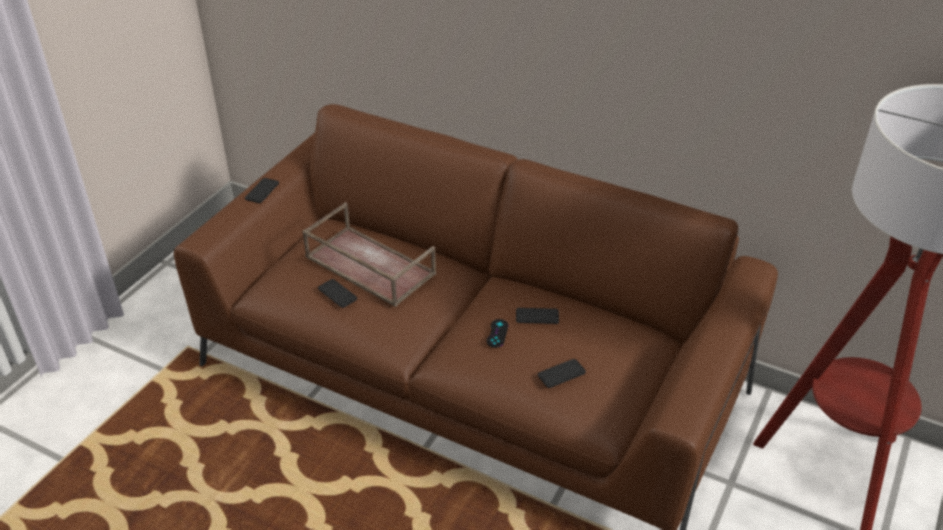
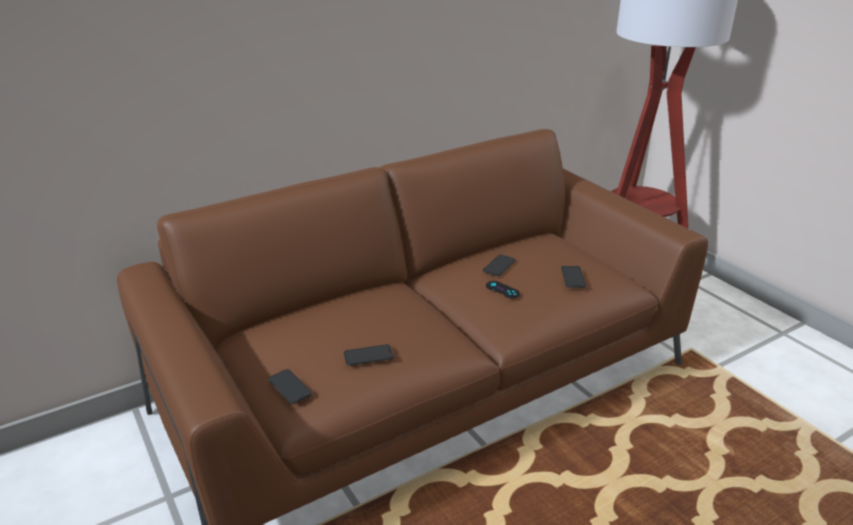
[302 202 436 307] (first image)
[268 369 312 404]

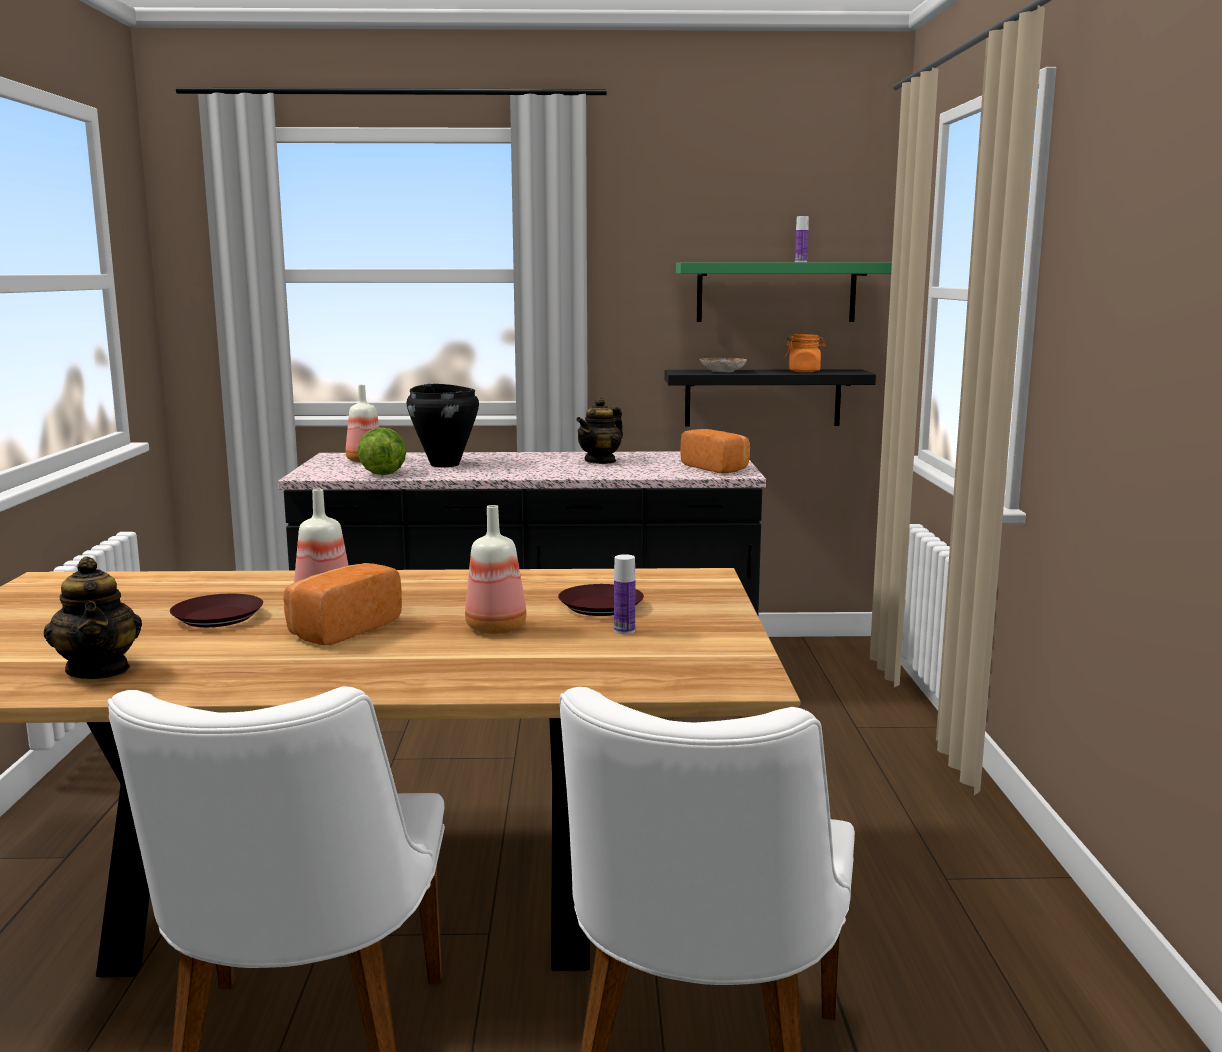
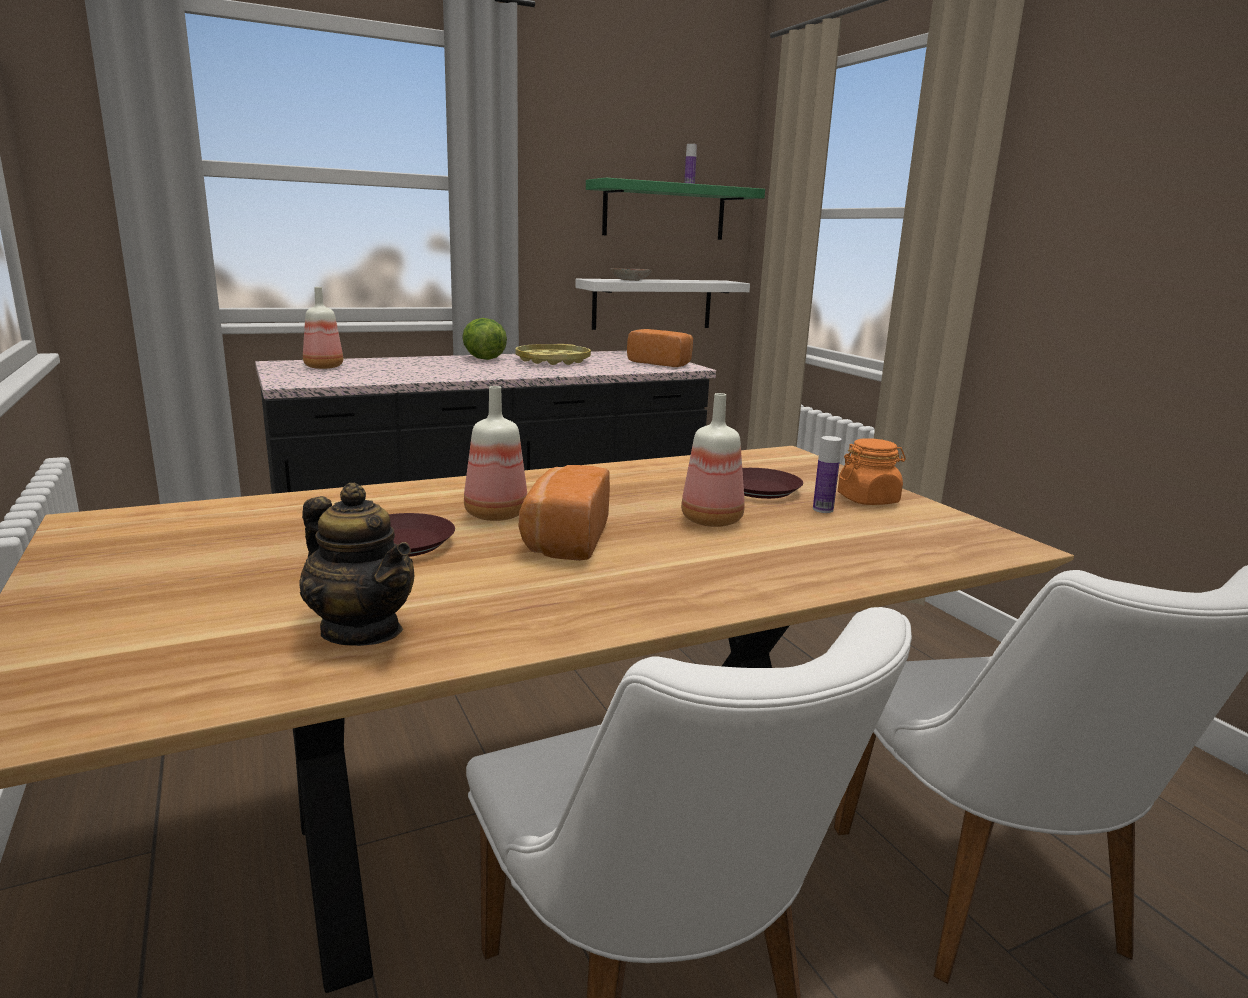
[407 384 479 467] (first image)
[462 318 507 360]
[838 438 906 505]
[516 344 591 365]
[576 279 750 330]

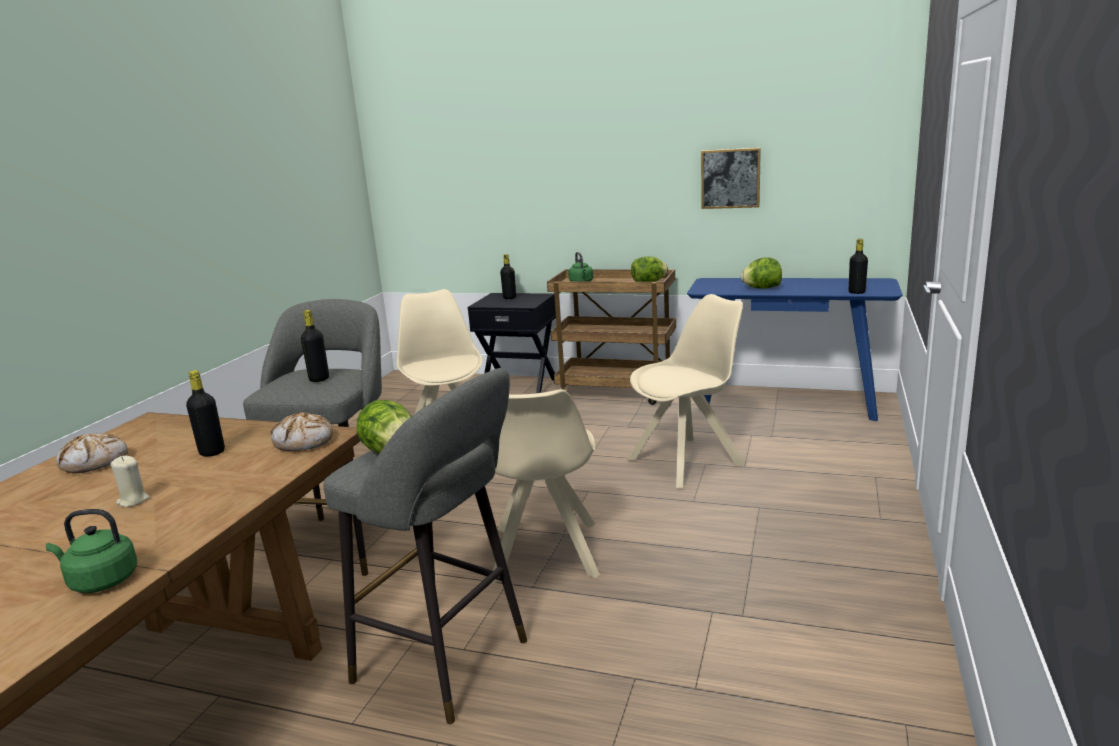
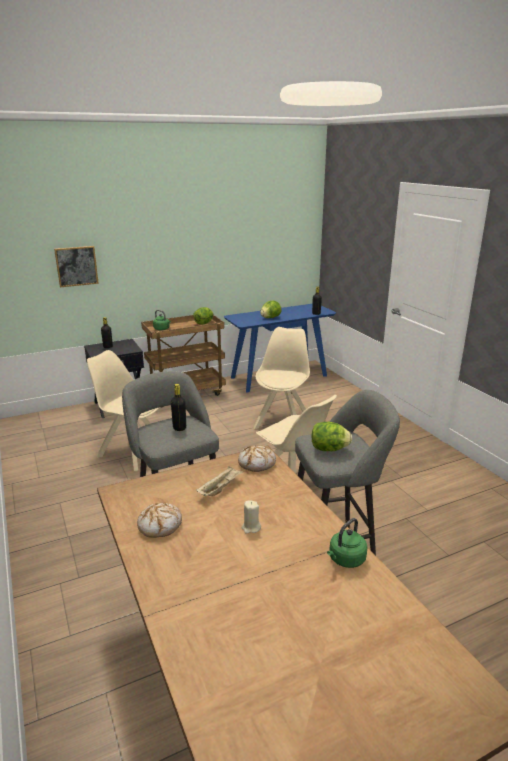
[54 246 99 287]
[196 466 243 496]

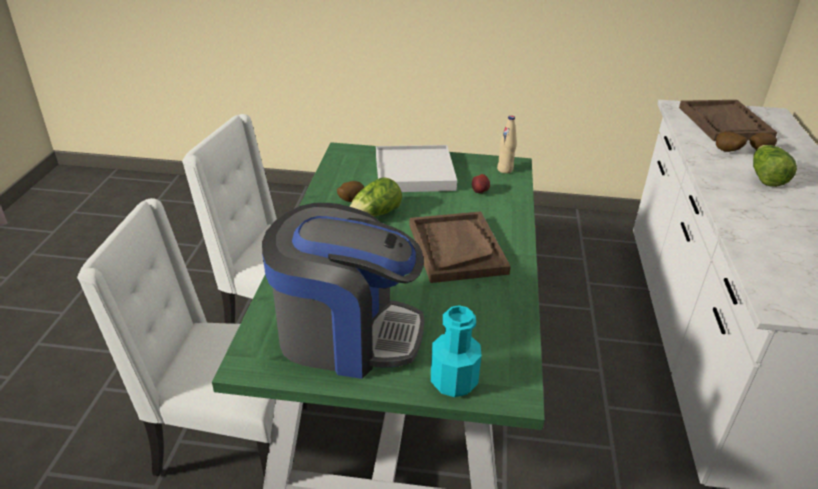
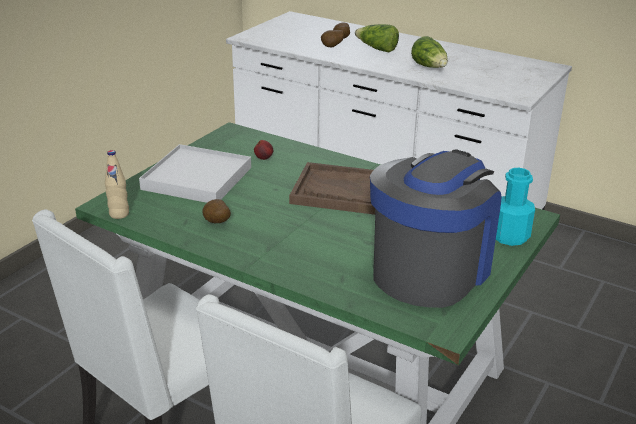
[679 100 777 141] (first image)
[411 36 448 68]
[105 150 129 219]

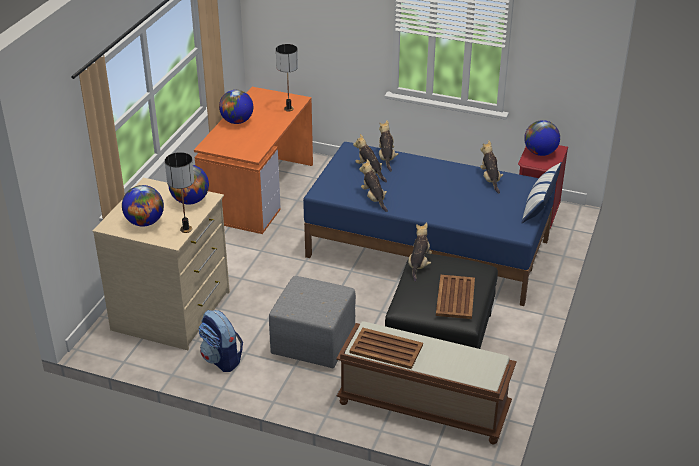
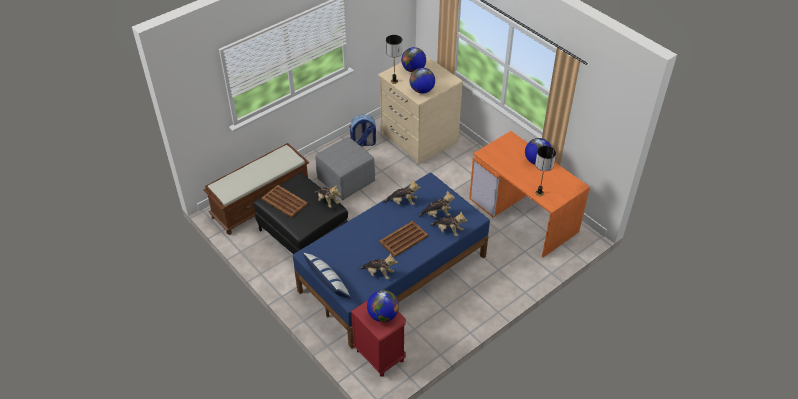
[379 221 428 257]

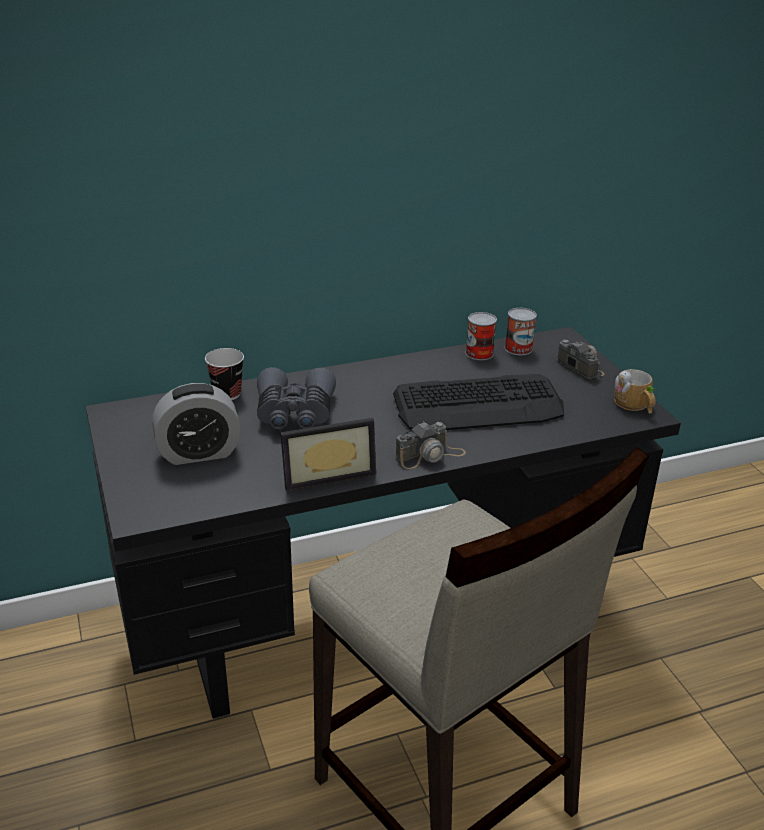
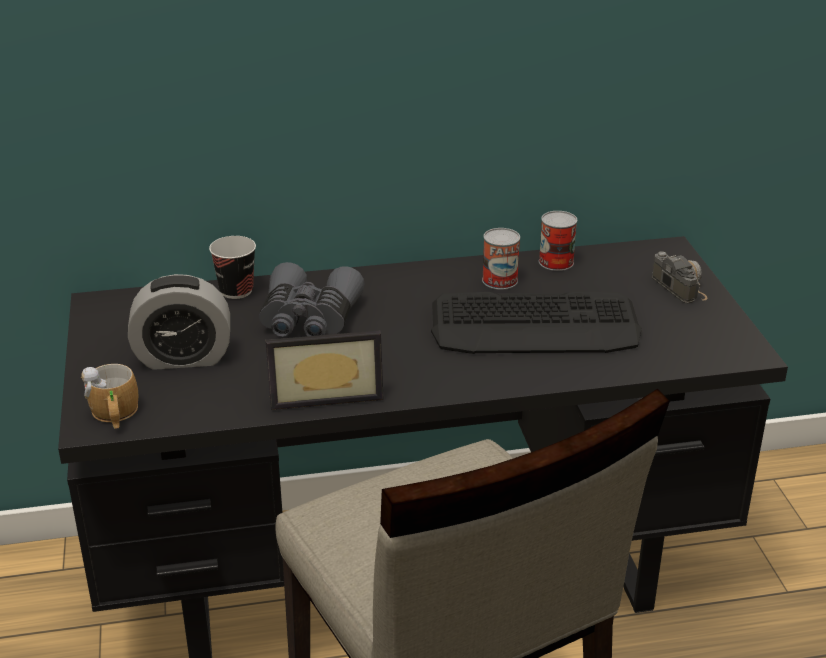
[395 422 466 469] (first image)
[482 228 520 290]
[81 364 138 429]

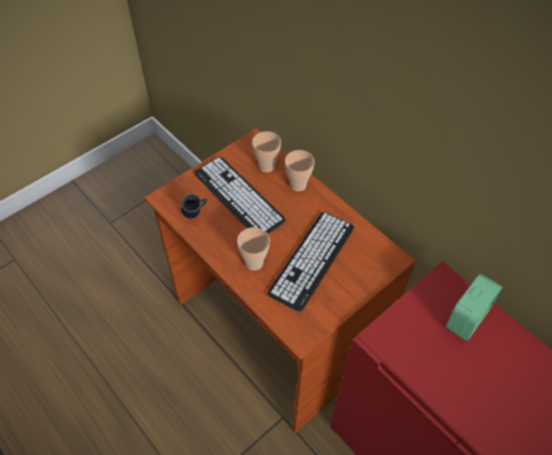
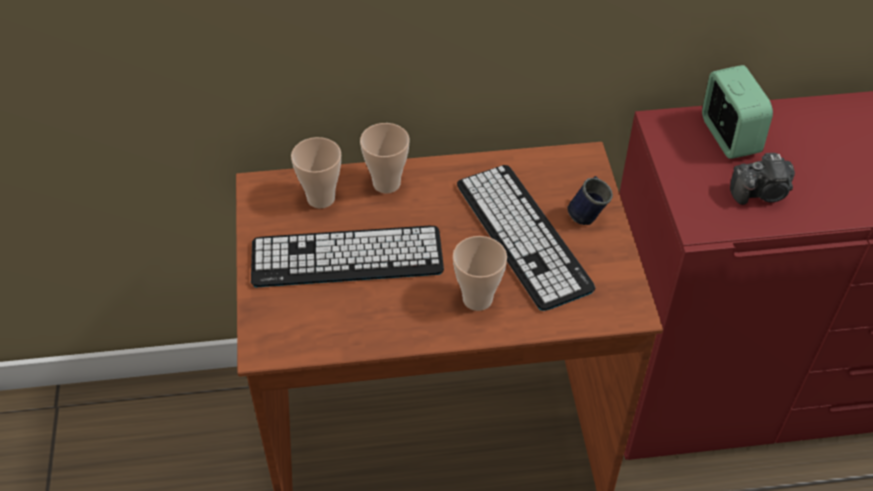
[730 153 795 205]
[567 176 613 225]

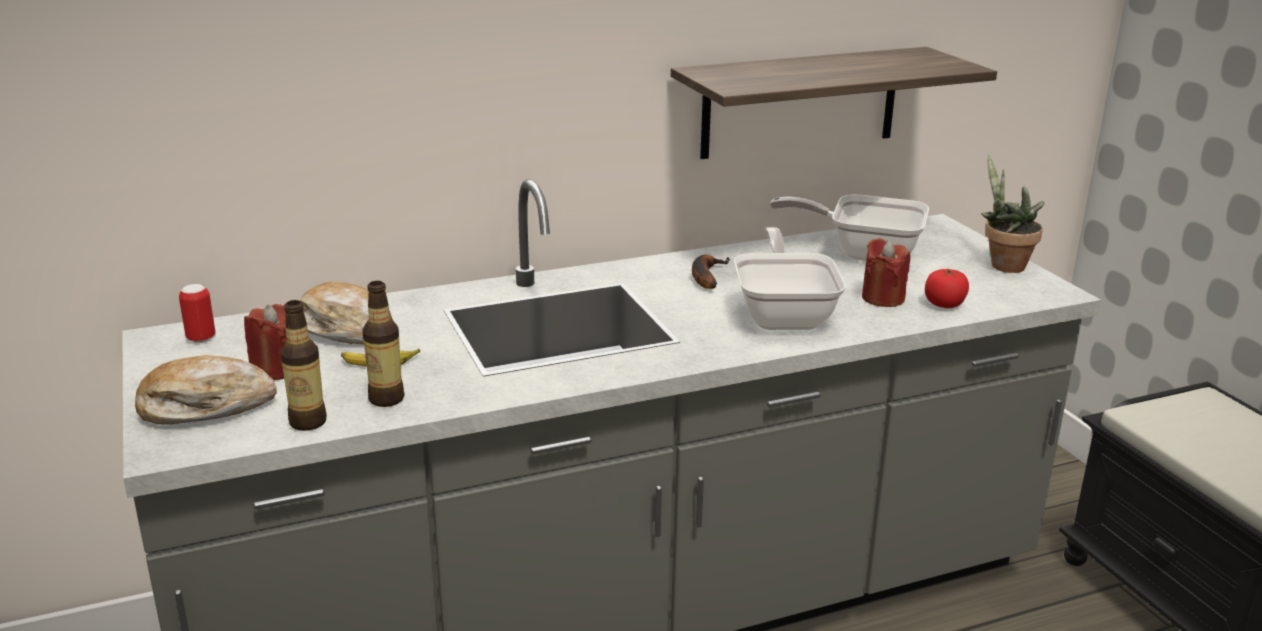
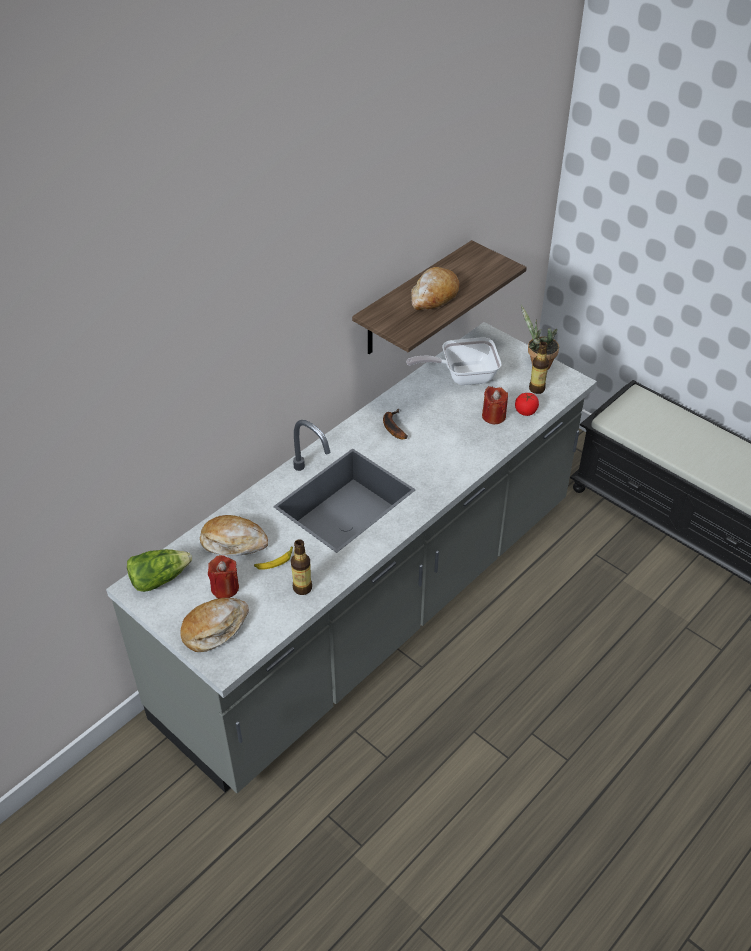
[734 227 846 330] (first image)
[411 267 460 310]
[529 342 549 394]
[127 549 192 592]

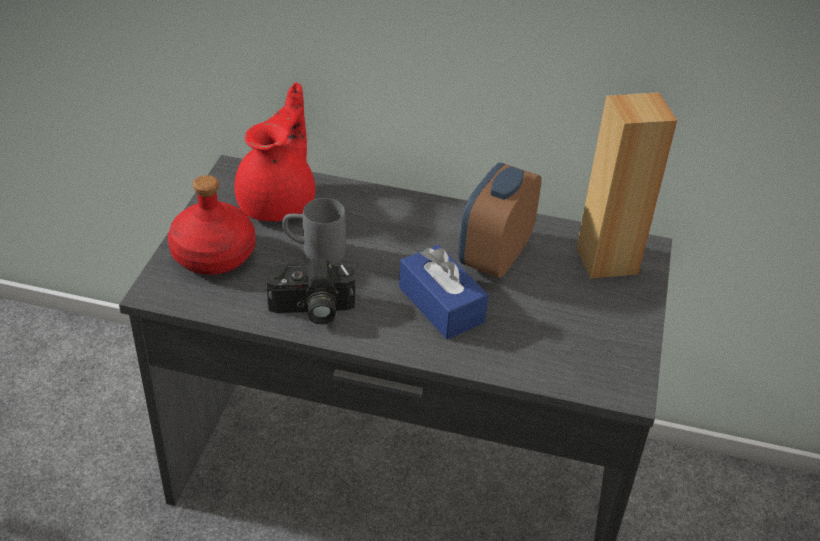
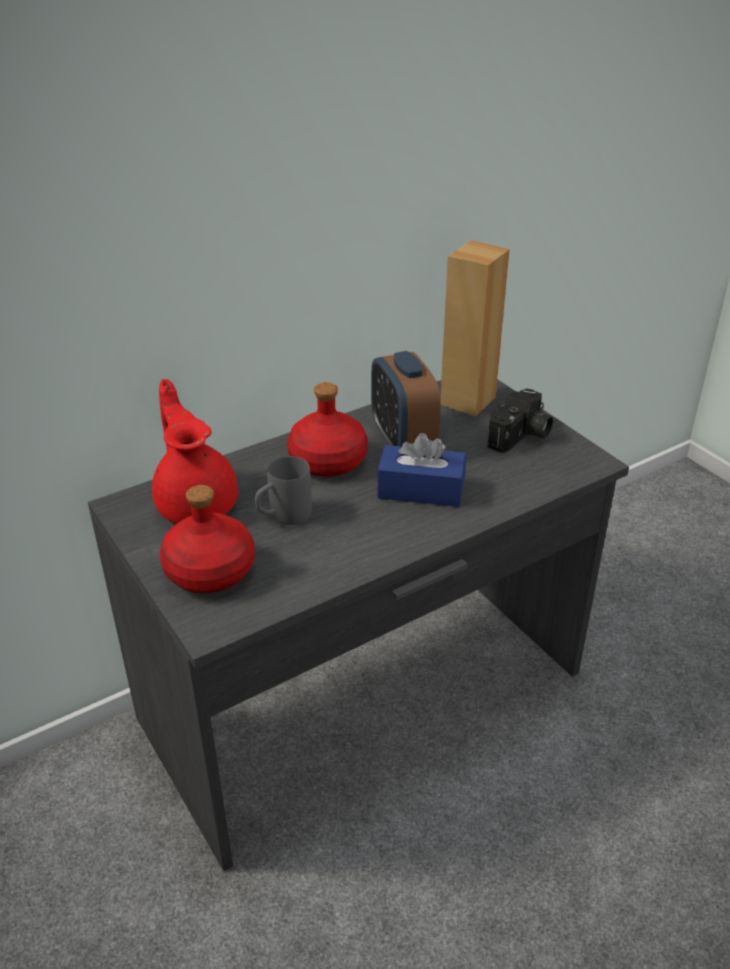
[287 382 368 477]
[488 389 553 453]

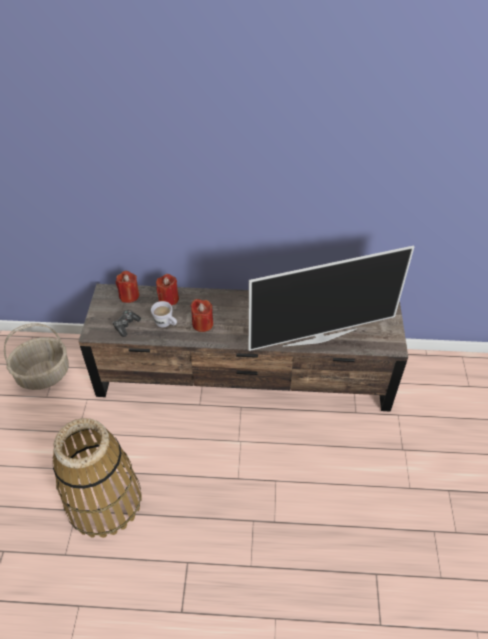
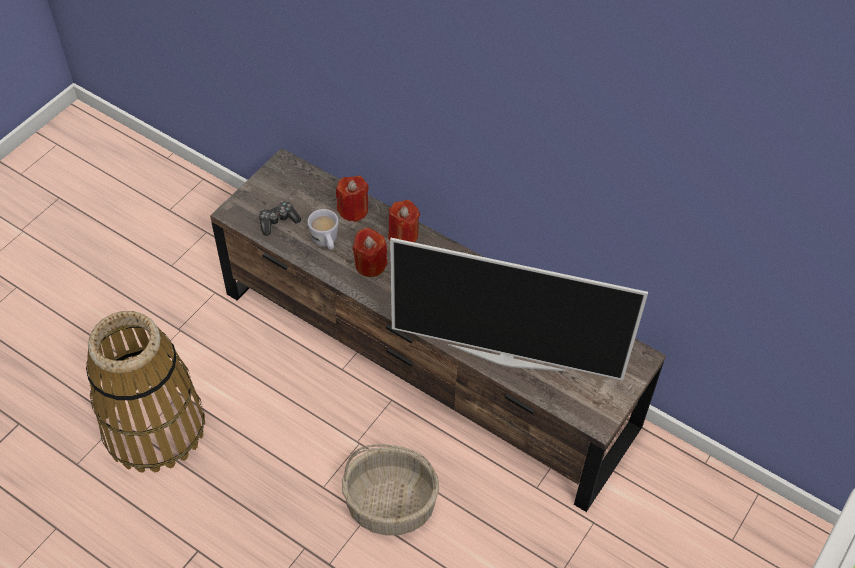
[342 444 439 536]
[388 200 420 242]

